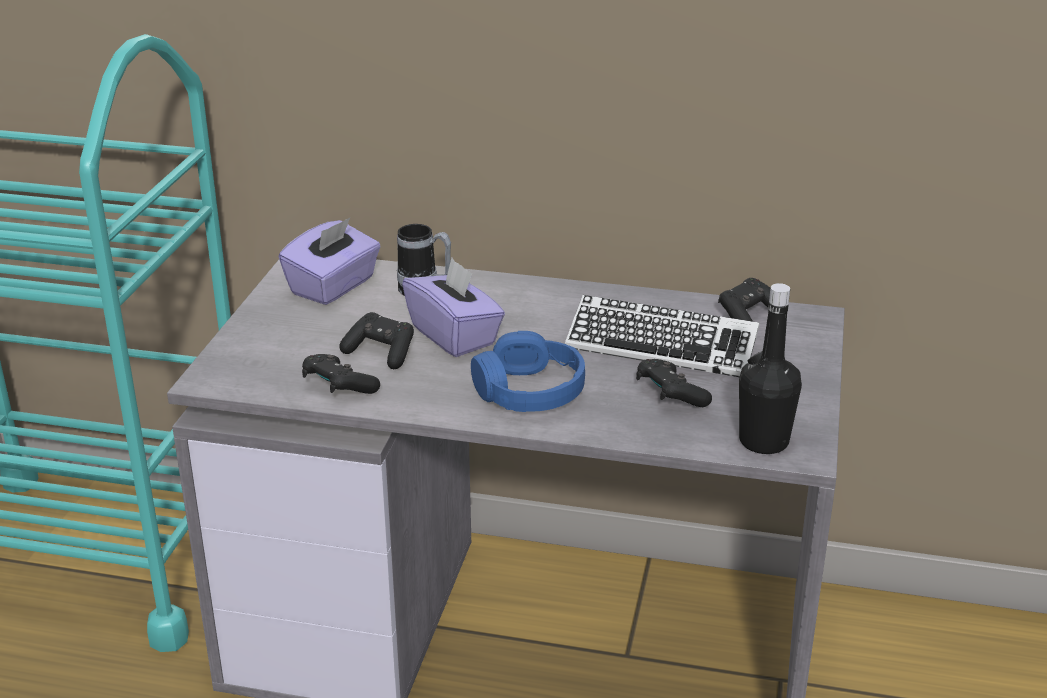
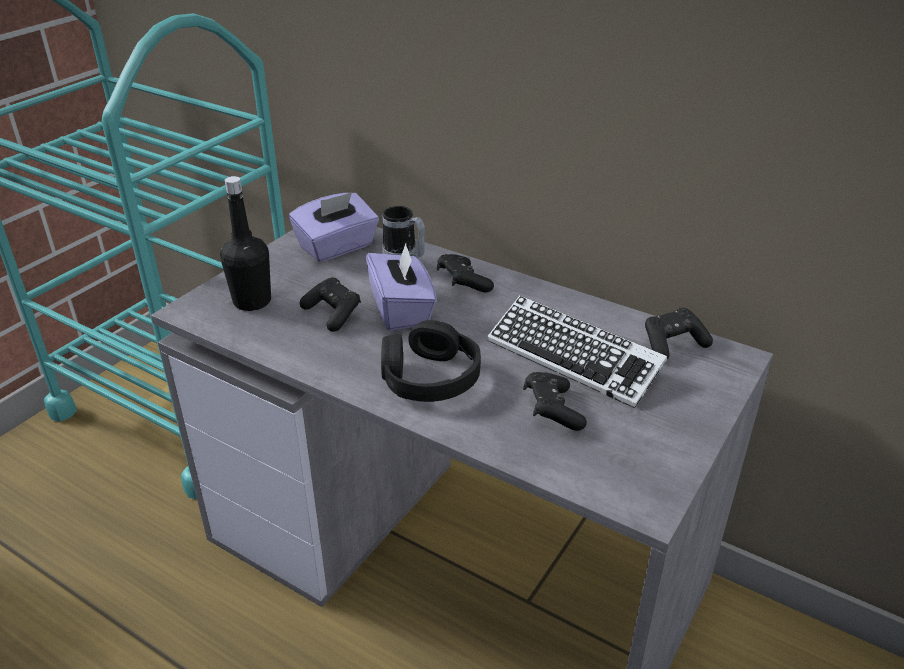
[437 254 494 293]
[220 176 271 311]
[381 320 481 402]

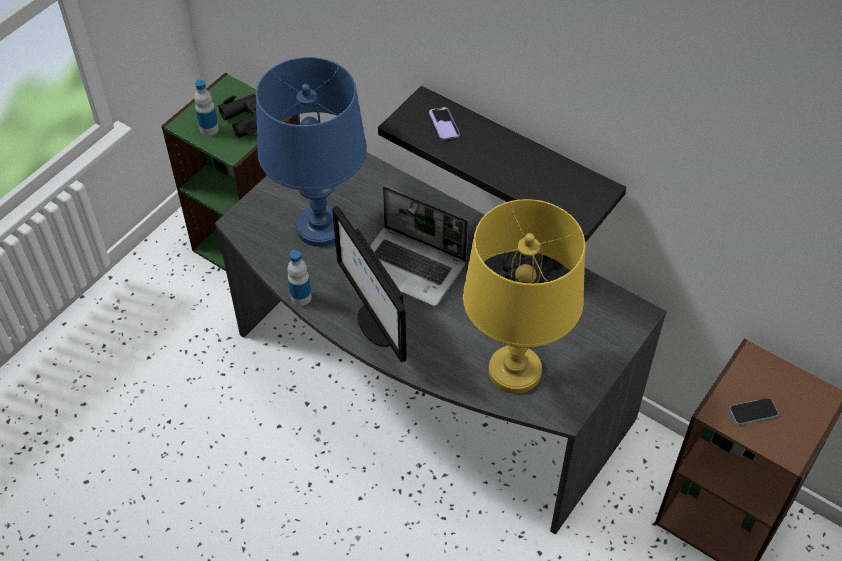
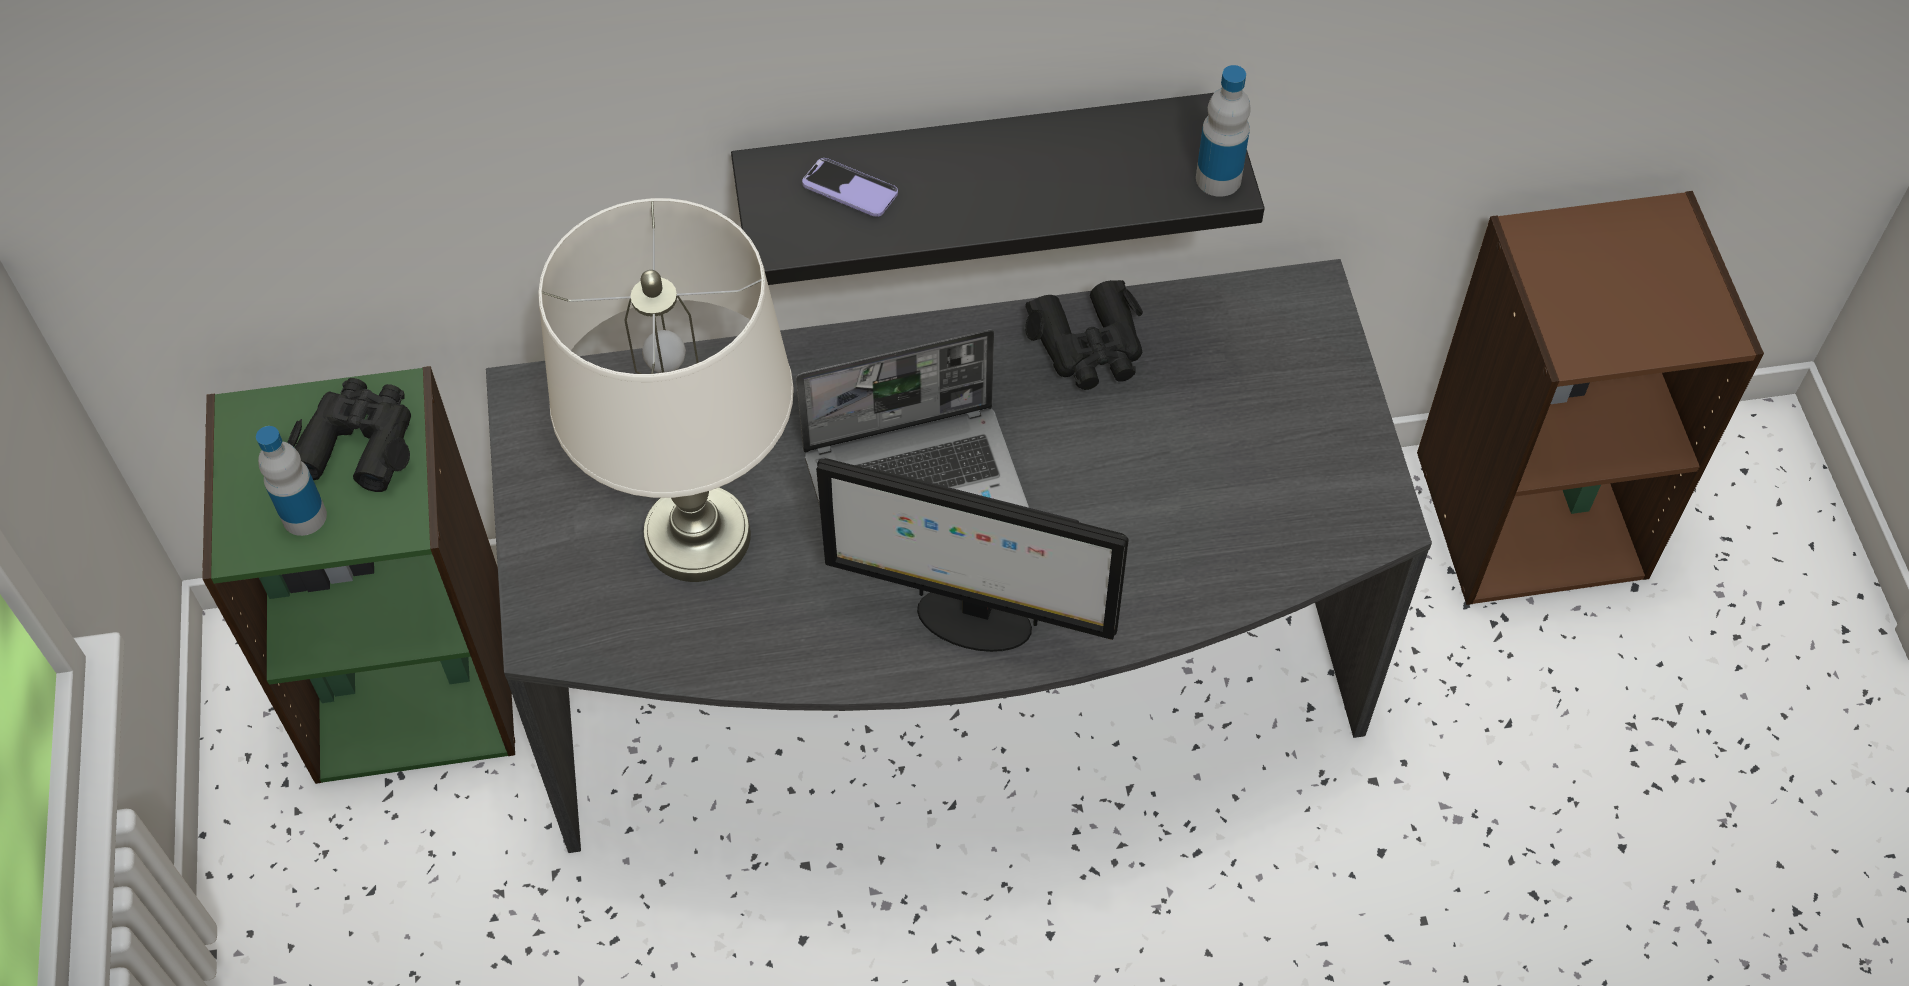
[463 199 585 393] (first image)
[729 398 778 425] (first image)
[1196 65 1251 197]
[538 198 794 582]

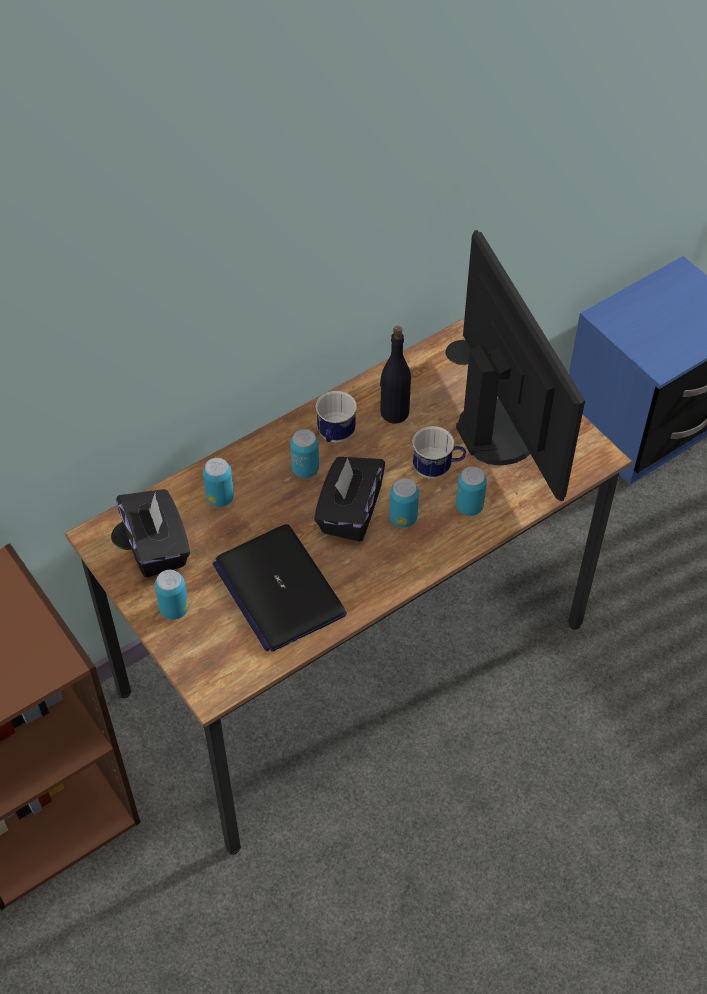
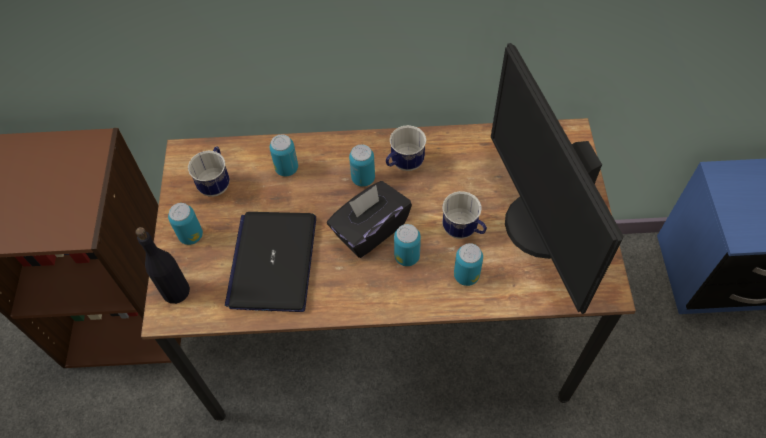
[136 227 190 304]
[188 147 230 197]
[491 43 624 314]

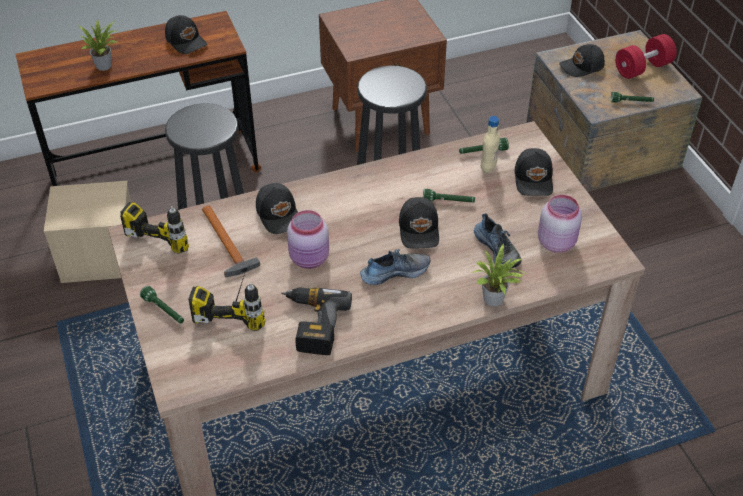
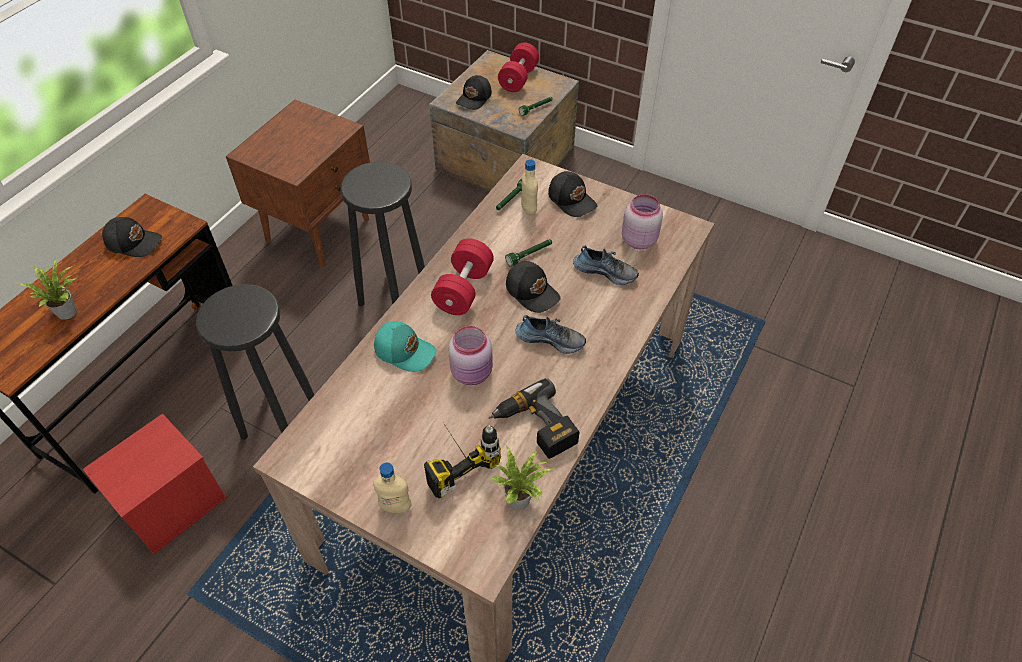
[120 197 189 254] (first image)
[202 205 260 278] (first image)
[431 238 494 315]
[491 446 554 510]
[373 462 411 513]
[83 414 227 555]
[374 321 437 372]
[515 315 586 354]

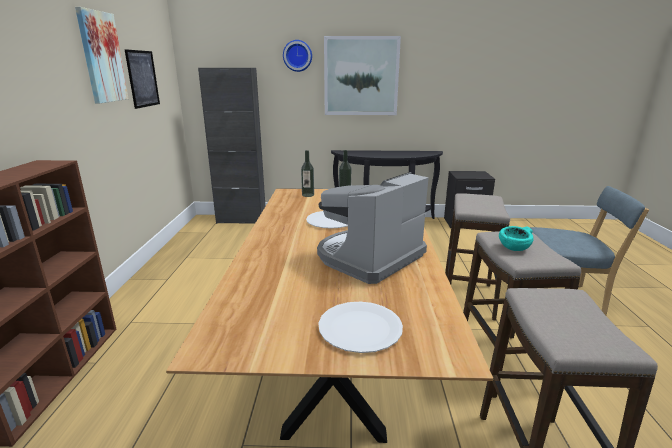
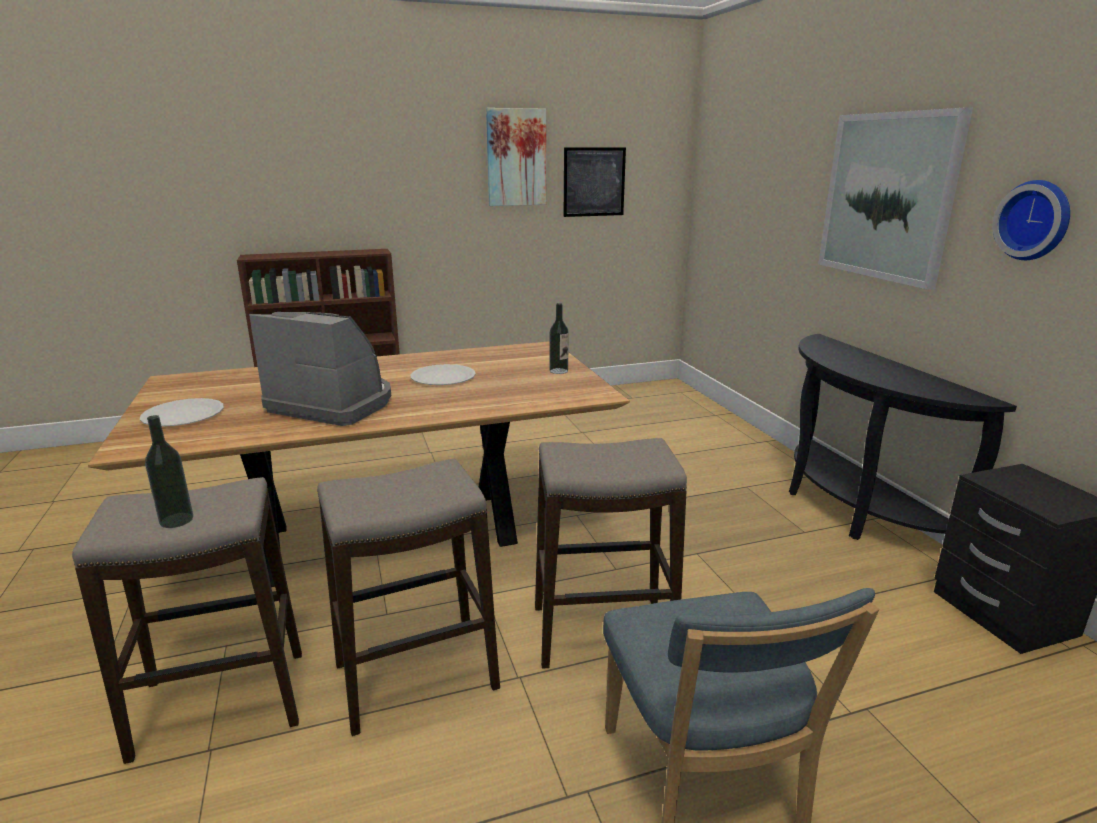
[198 68 265 224] (first image)
[499 226 534 251] (first image)
[993 180 1070 260]
[145 415 193 528]

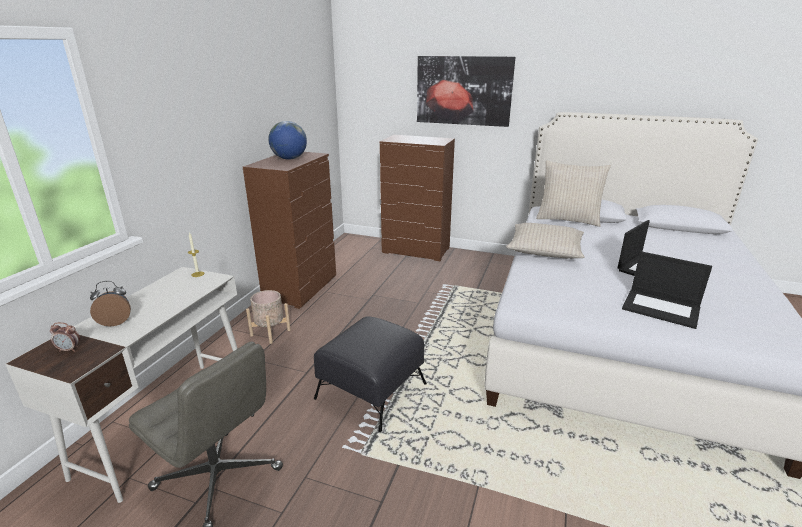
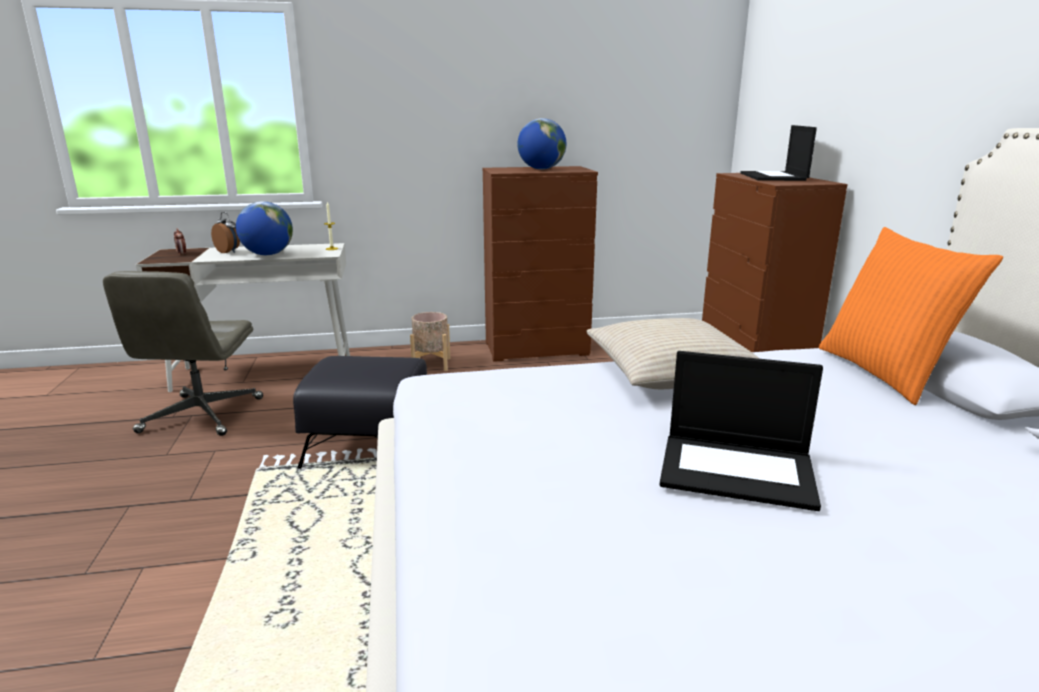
[417 56 515 127] (first image)
[236 201 293 255]
[740 125 817 181]
[819 227 1003 405]

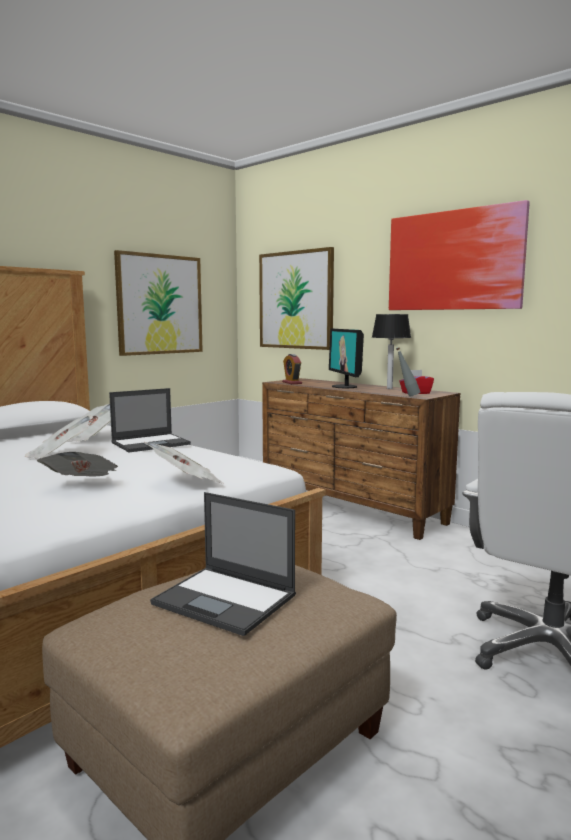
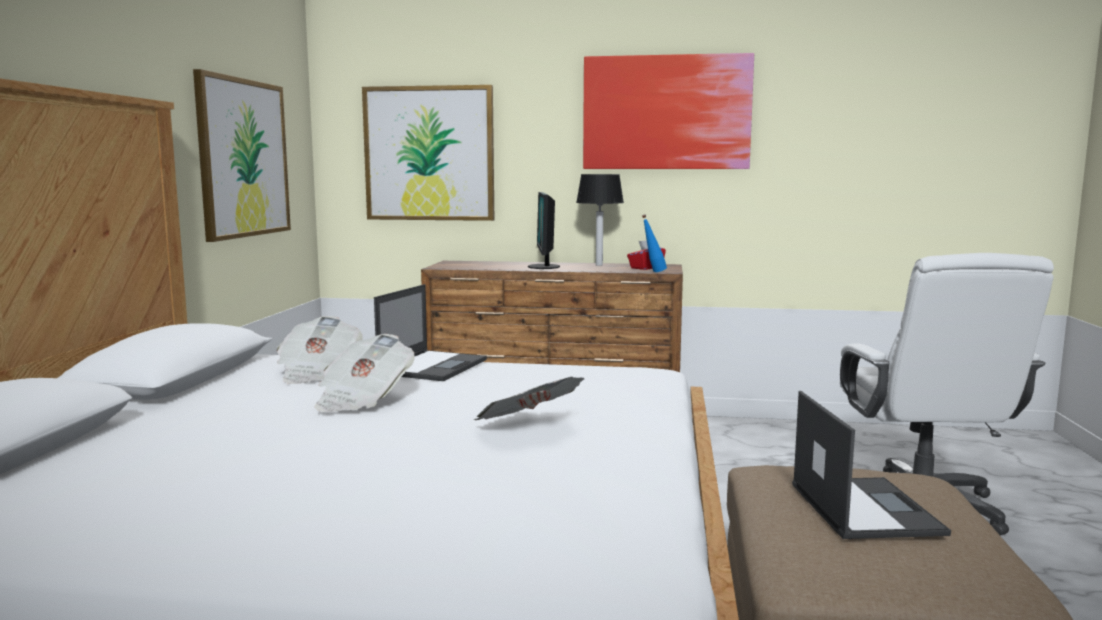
[144 442 223 483] (first image)
[282 354 302 384] (first image)
[642 214 667 272]
[792 391 951 539]
[528 192 560 269]

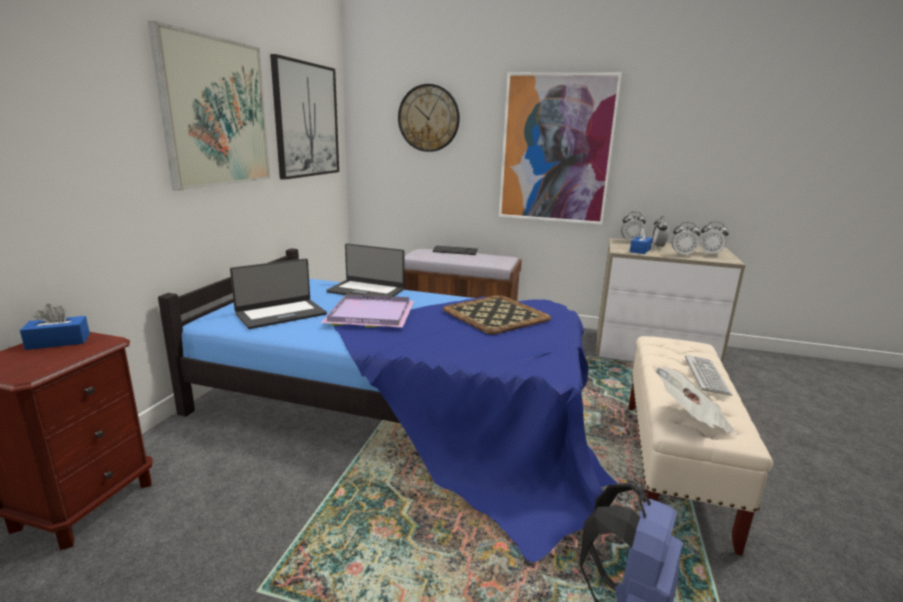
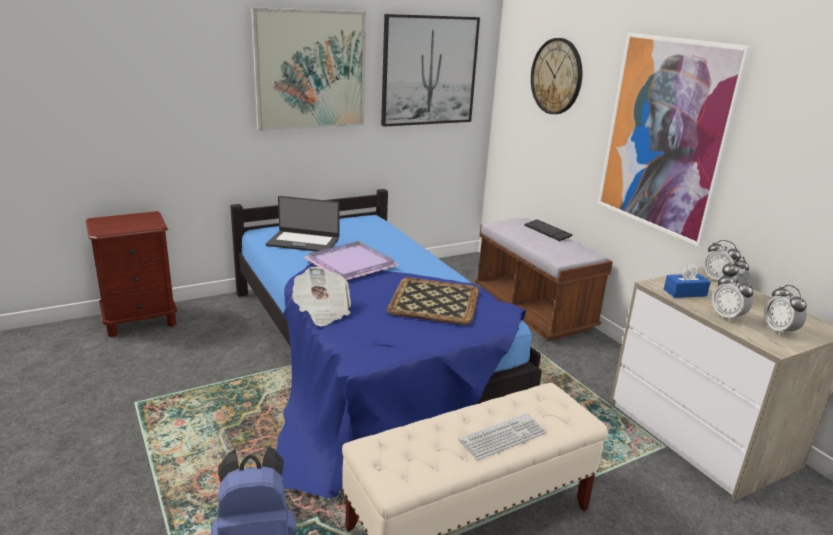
[20 304 90 350] (first image)
[326 243 405 299] (first image)
[291 267 351 327]

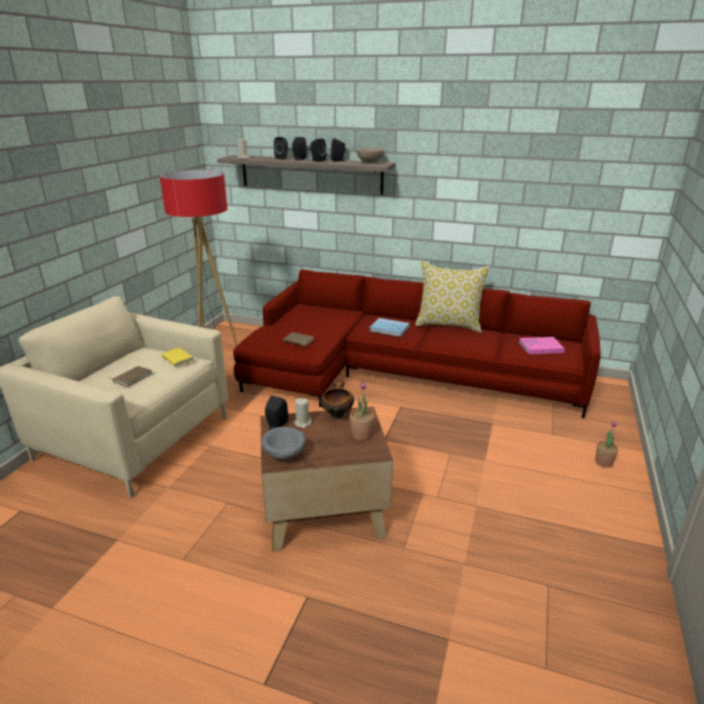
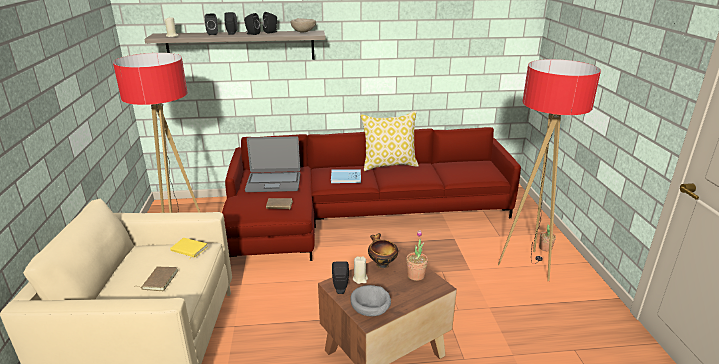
[519 337 565 354] (first image)
[245 136 300 192]
[498 59 601 281]

